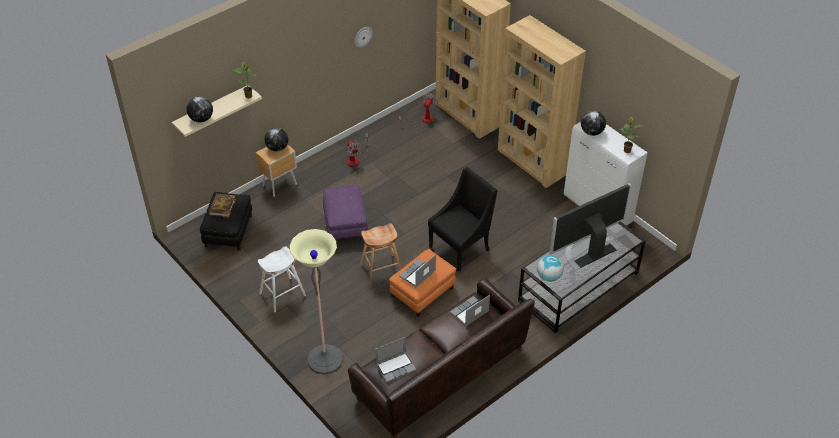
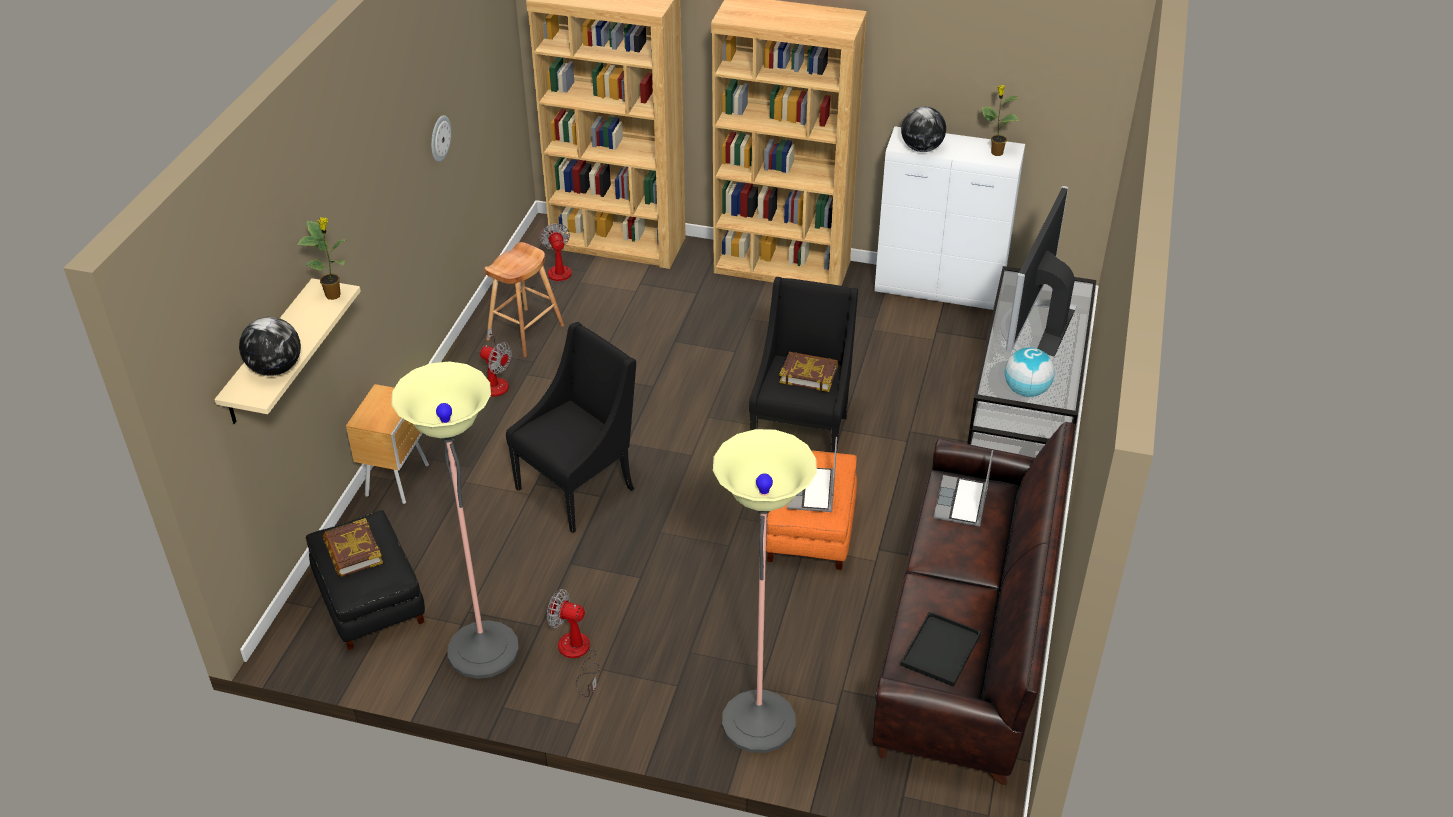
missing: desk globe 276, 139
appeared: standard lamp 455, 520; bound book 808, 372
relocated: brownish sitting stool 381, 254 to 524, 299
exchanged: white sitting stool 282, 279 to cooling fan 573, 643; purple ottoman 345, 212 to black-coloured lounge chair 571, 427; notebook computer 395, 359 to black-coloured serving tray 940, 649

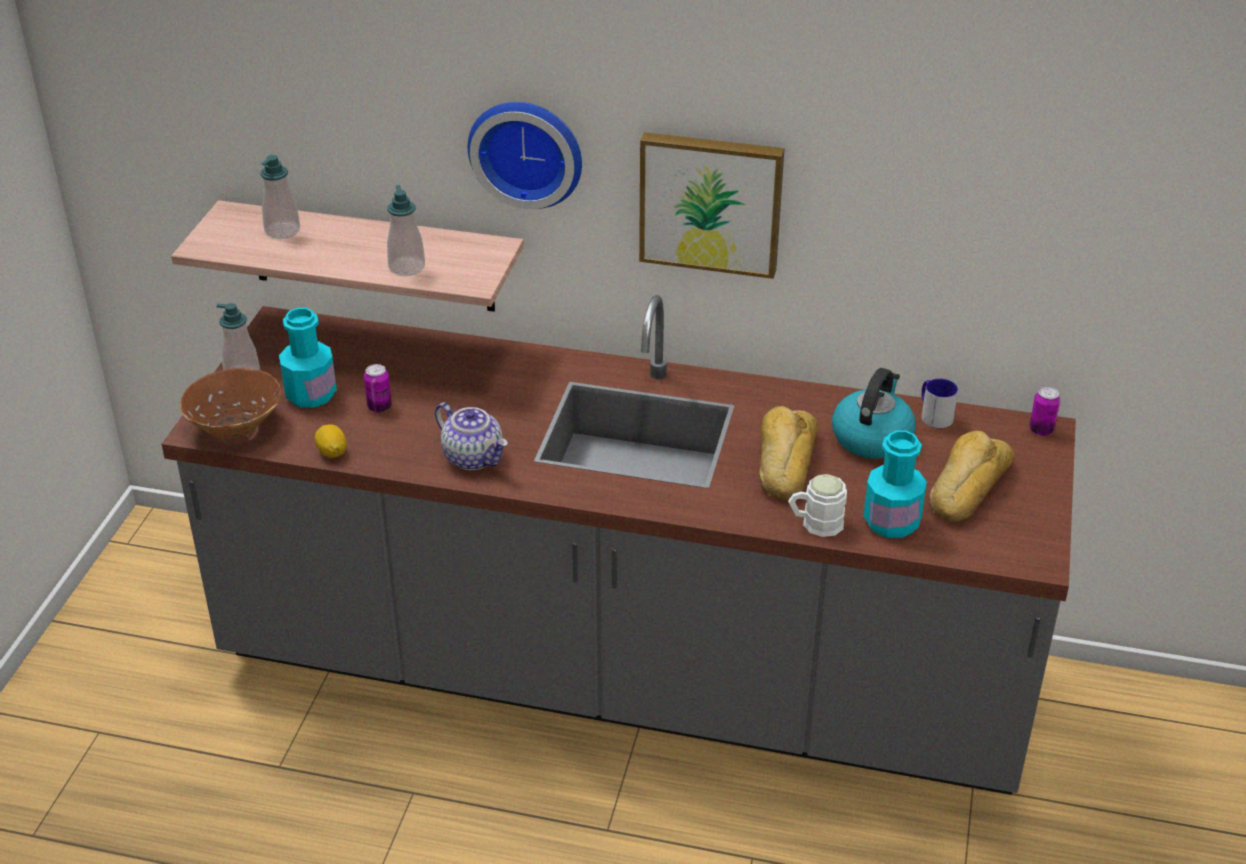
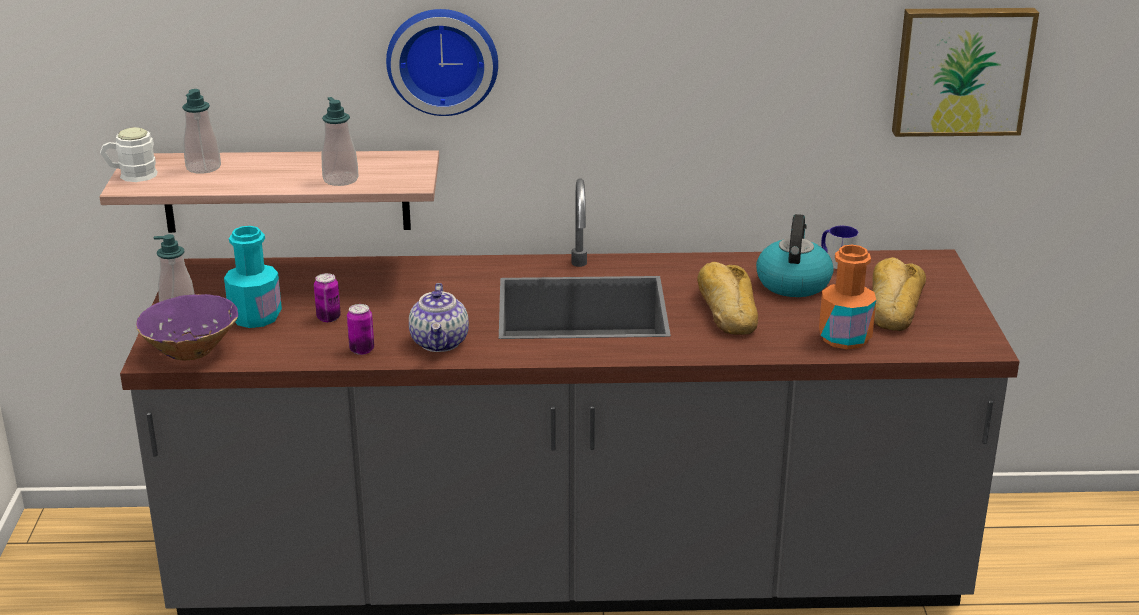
missing: citrus fruit 331, 441
relocated: wall art 712, 205 to 965, 72; white mug 817, 505 to 129, 154; sealed can 1044, 411 to 360, 329
colour: brownish bowl 230, 403 to purple bowl 187, 327; blue-green beverage bottle 895, 484 to orangey beverage bottle 847, 297
spun: pot for tea 471, 436 = 439, 317 60 degrees clockwise

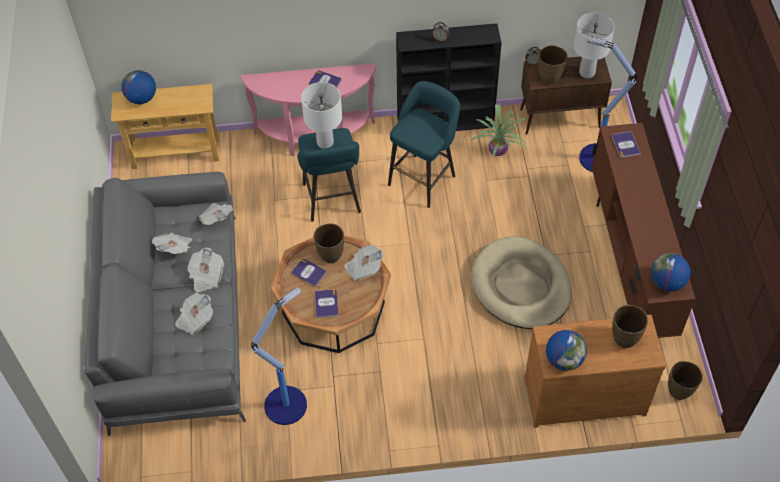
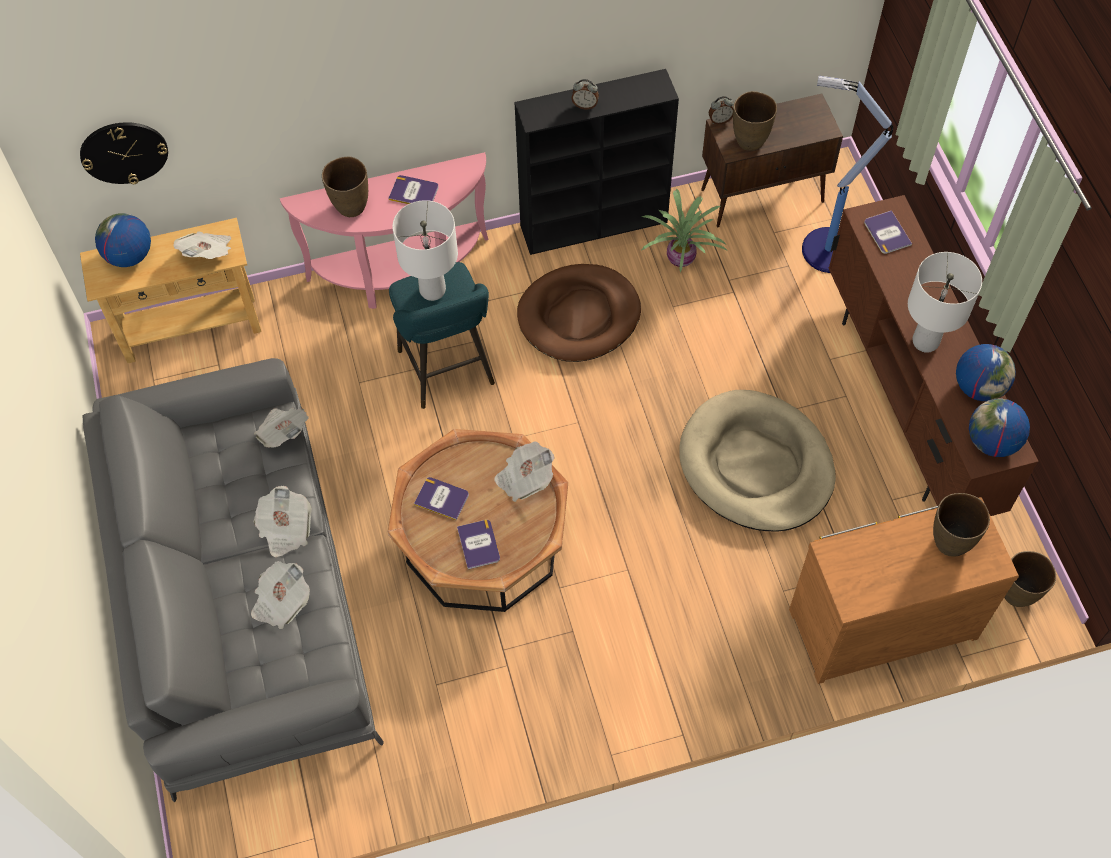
missing: standard lamp 279, 356
appeared: clock on the wall 124, 153
relocated: newspaper 172, 243 to 202, 245; brownish flower vase 329, 243 to 345, 187; desk globe 566, 350 to 986, 372; white lamp for a table 594, 45 to 945, 302
exchanged: blue-green sitting stool 424, 144 to brownish dog bed 579, 313

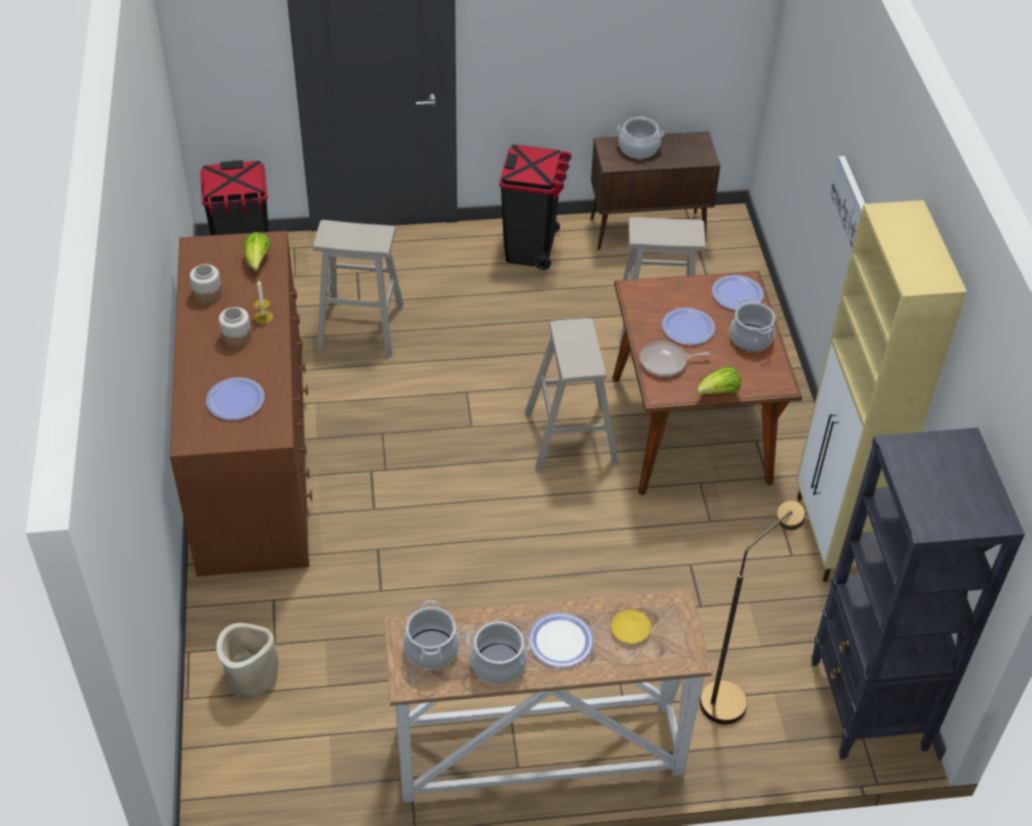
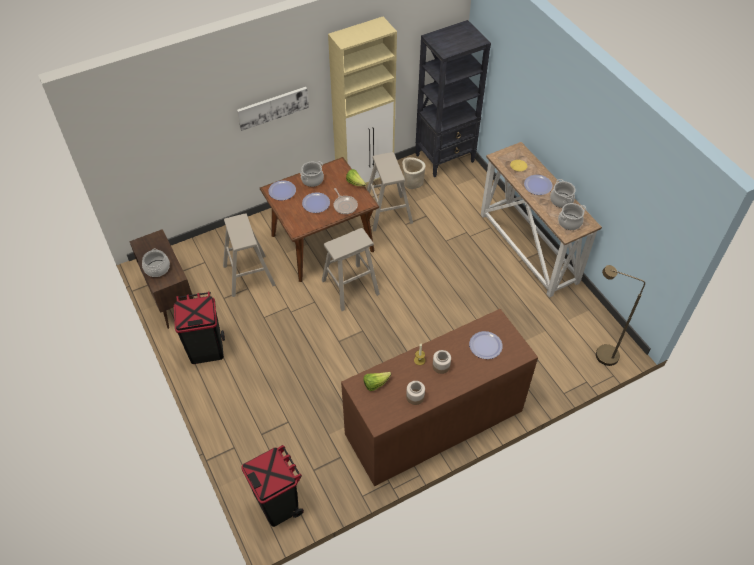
relocated: beige plant pot 247, 660 to 413, 173; beige sitting stool 358, 289 to 390, 192; brownish standard lamp 752, 612 to 620, 315

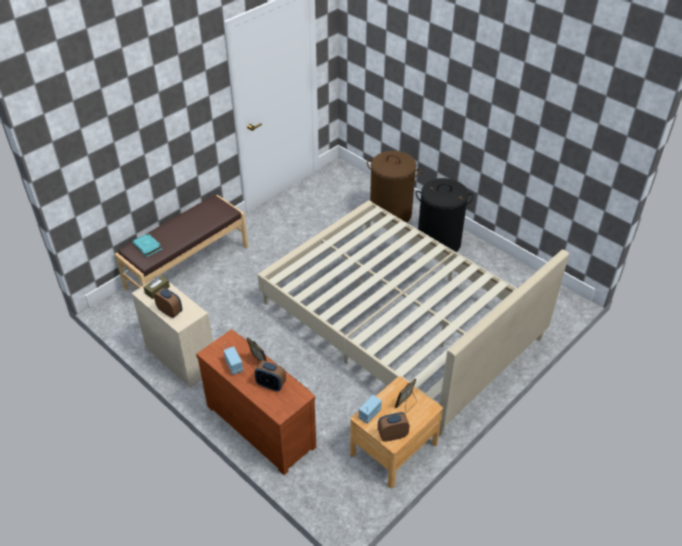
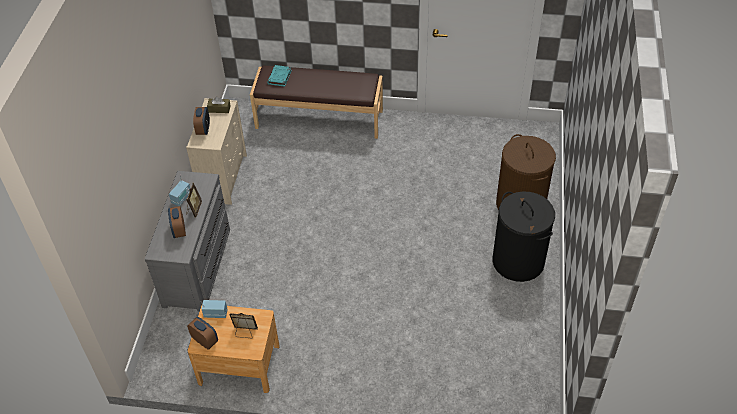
missing: beige sleeping bed 413, 318
colour: brownish drawer chest 256, 402 to greyish drawer chest 187, 241

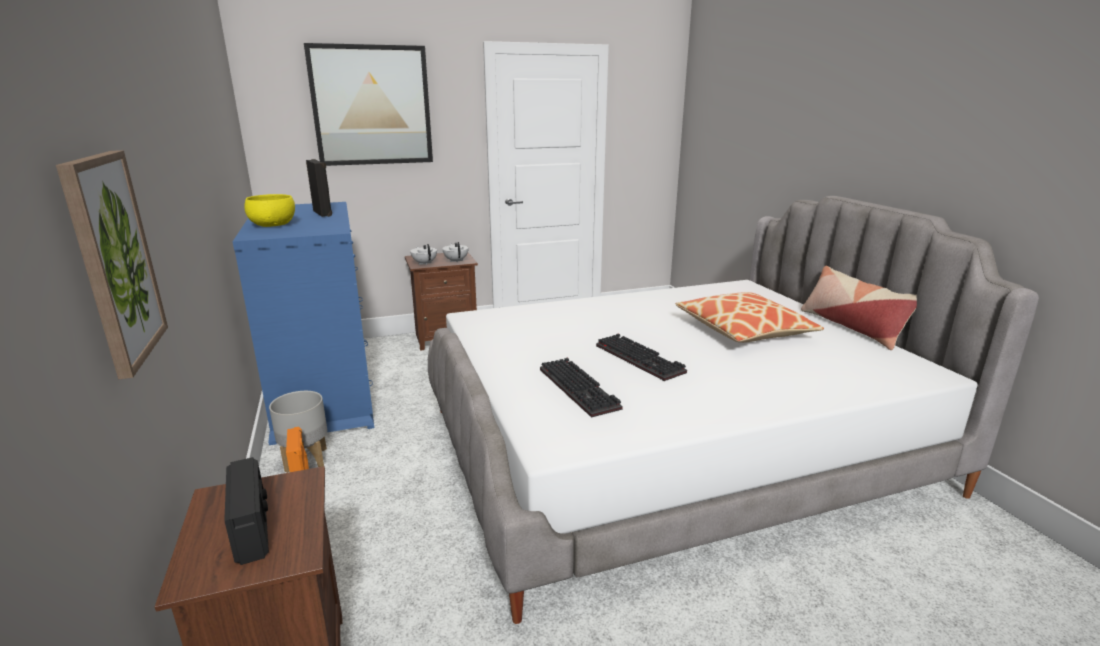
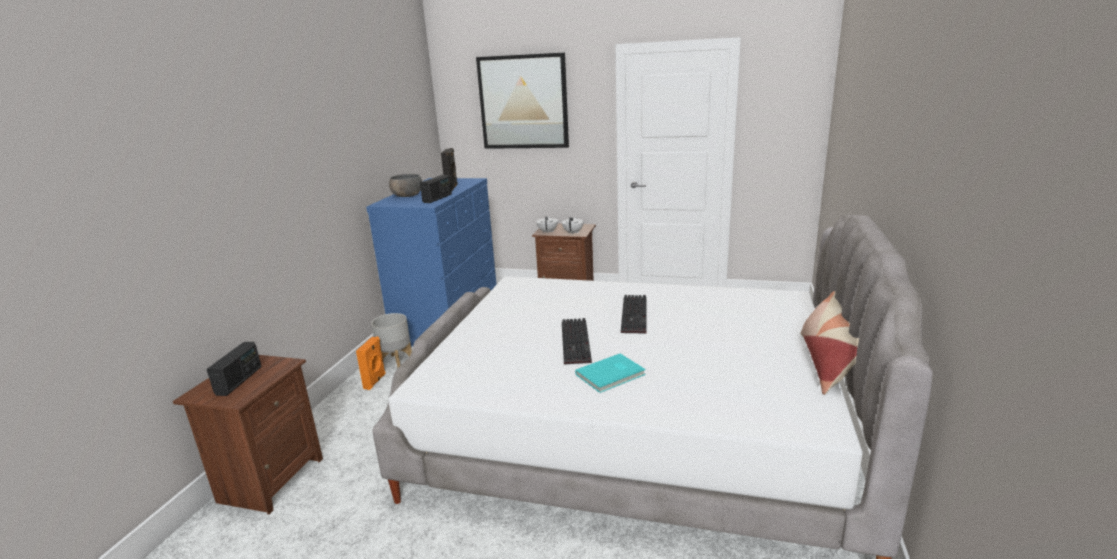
missing: wall art 112, 264; cushion 749, 317
appeared: radio receiver 436, 189; blue-green bound book 610, 373
relocated: PC keyboard 581, 388 to 633, 314
colour: yellowish bowl 269, 210 to greyish bowl 405, 185

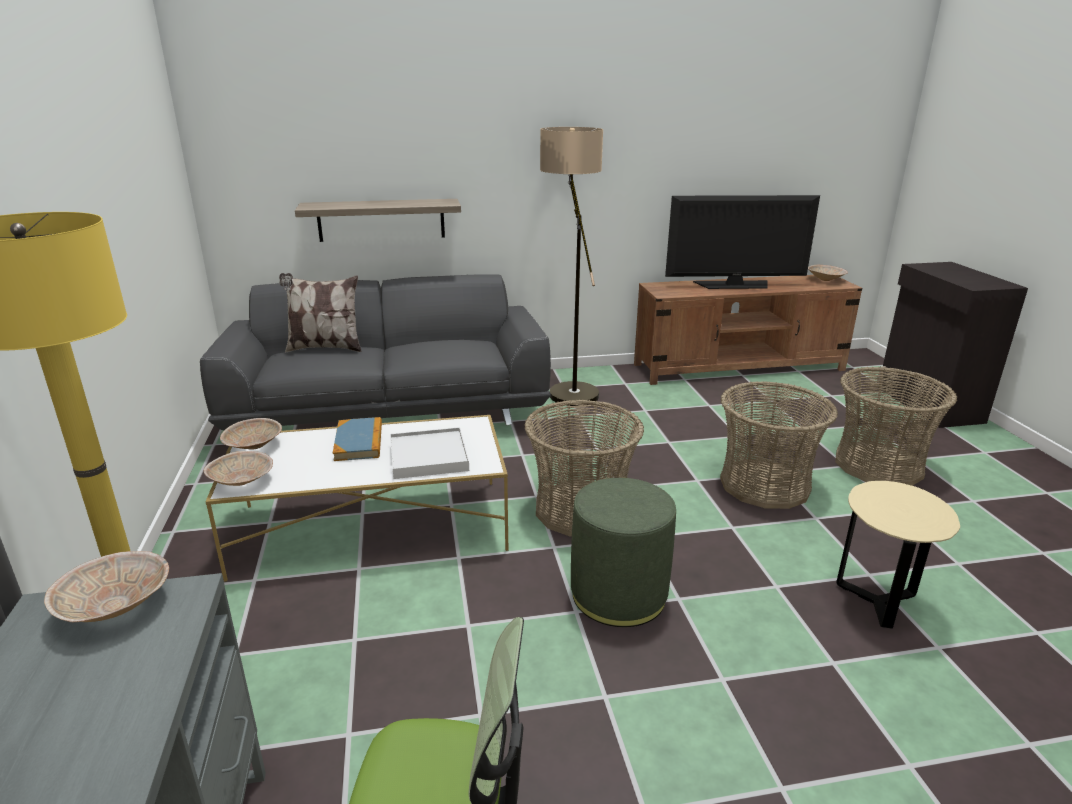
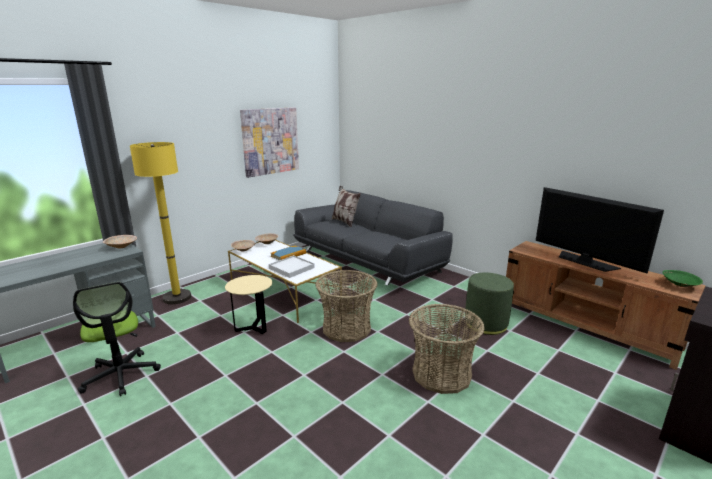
missing: bracket shelf 378, 220; standard lamp 571, 266; household basket 896, 426
appeared: wall art 269, 142
relocated: green-coloured ottoman 623, 552 to 489, 304; beige end table 898, 555 to 248, 304
colour: beige bowl 828, 273 to green-coloured bowl 683, 278

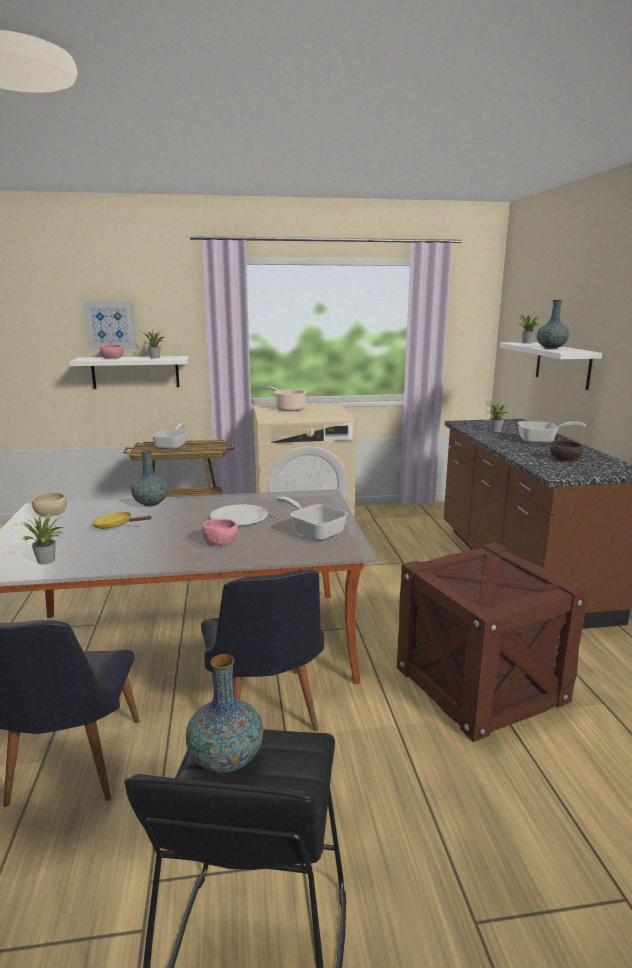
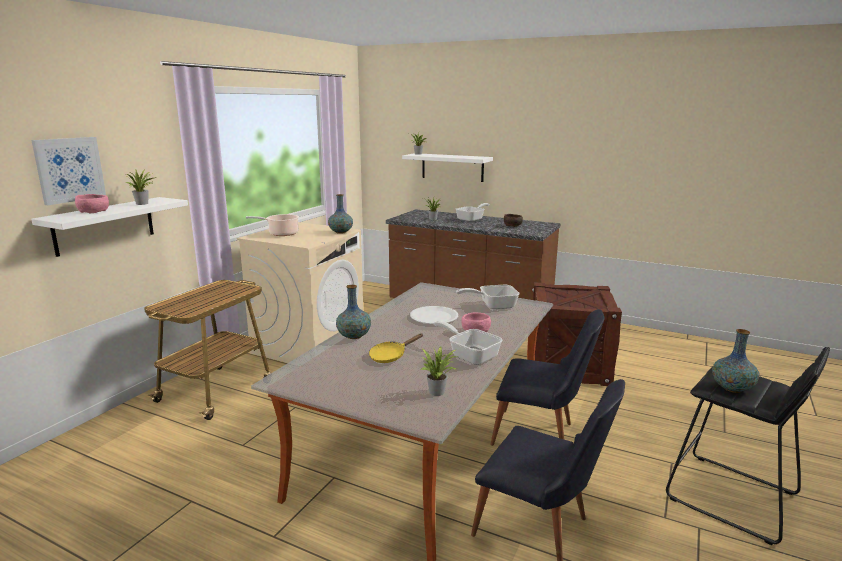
missing: beige bowl 49, 504
relocated: pan 169, 436 to 468, 343; flower vase 553, 324 to 340, 214

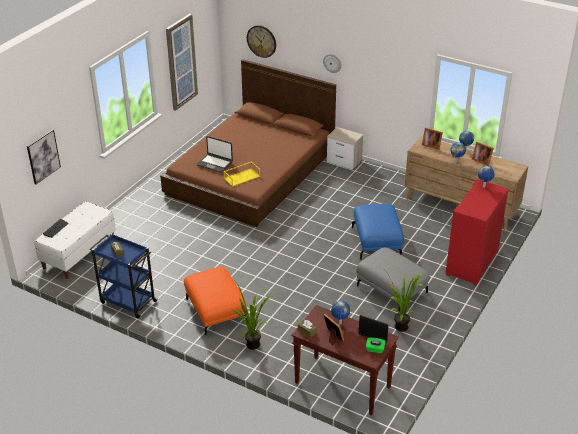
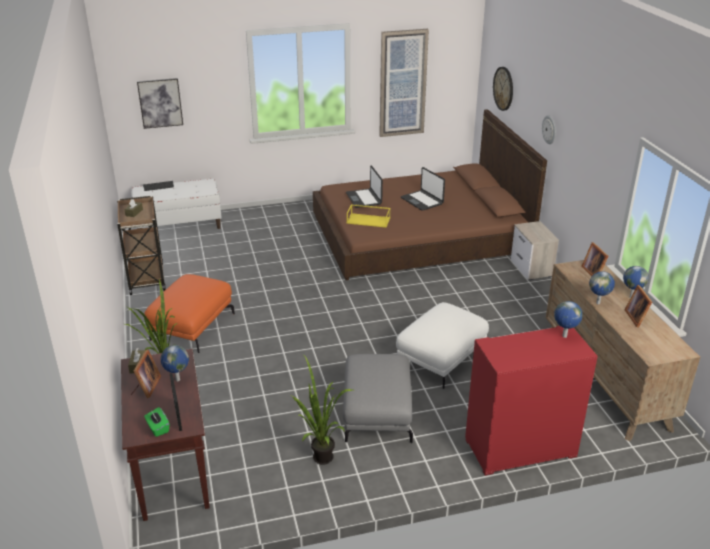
appeared: notebook computer 423, 189
colour: blue-coloured cart 124, 276 to brownish cart 141, 245; blue-coloured ottoman 378, 232 to white ottoman 442, 345

